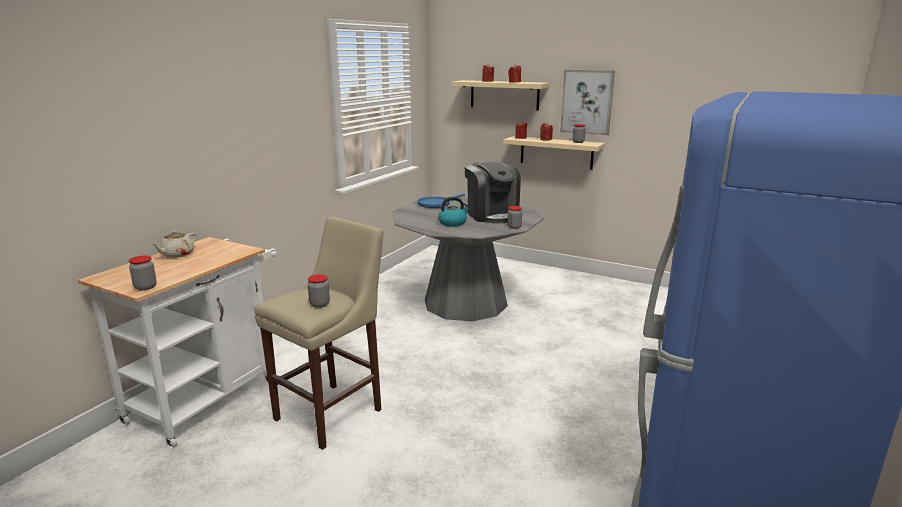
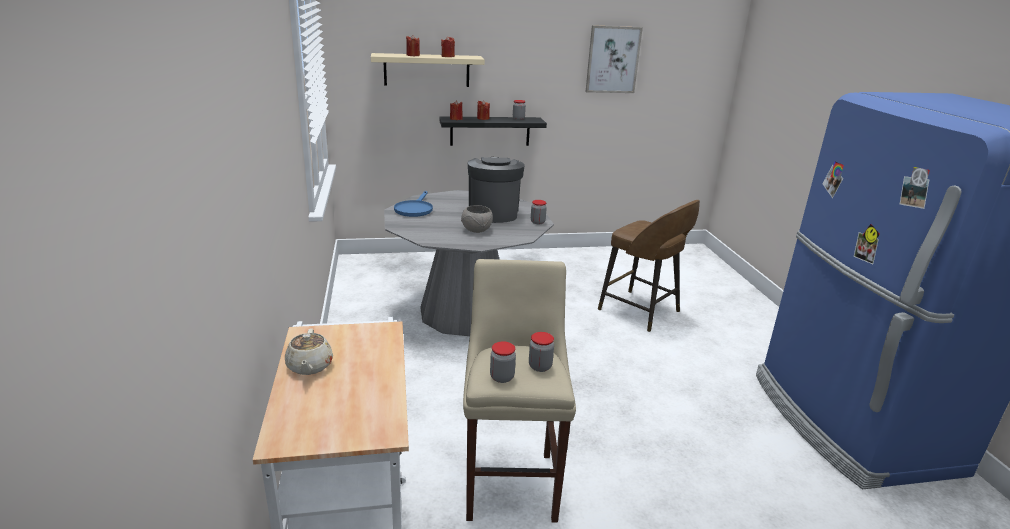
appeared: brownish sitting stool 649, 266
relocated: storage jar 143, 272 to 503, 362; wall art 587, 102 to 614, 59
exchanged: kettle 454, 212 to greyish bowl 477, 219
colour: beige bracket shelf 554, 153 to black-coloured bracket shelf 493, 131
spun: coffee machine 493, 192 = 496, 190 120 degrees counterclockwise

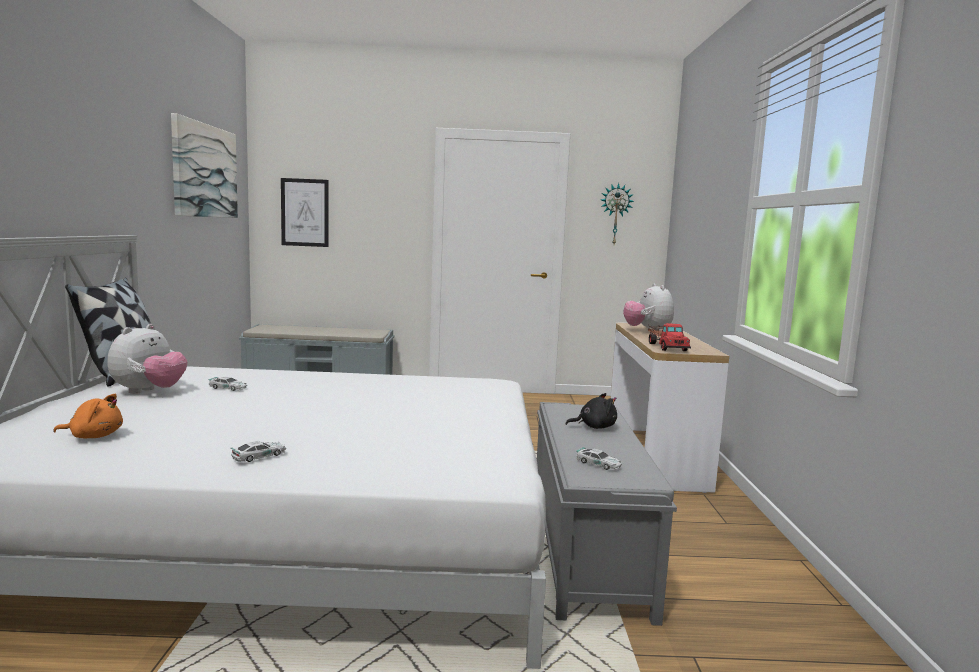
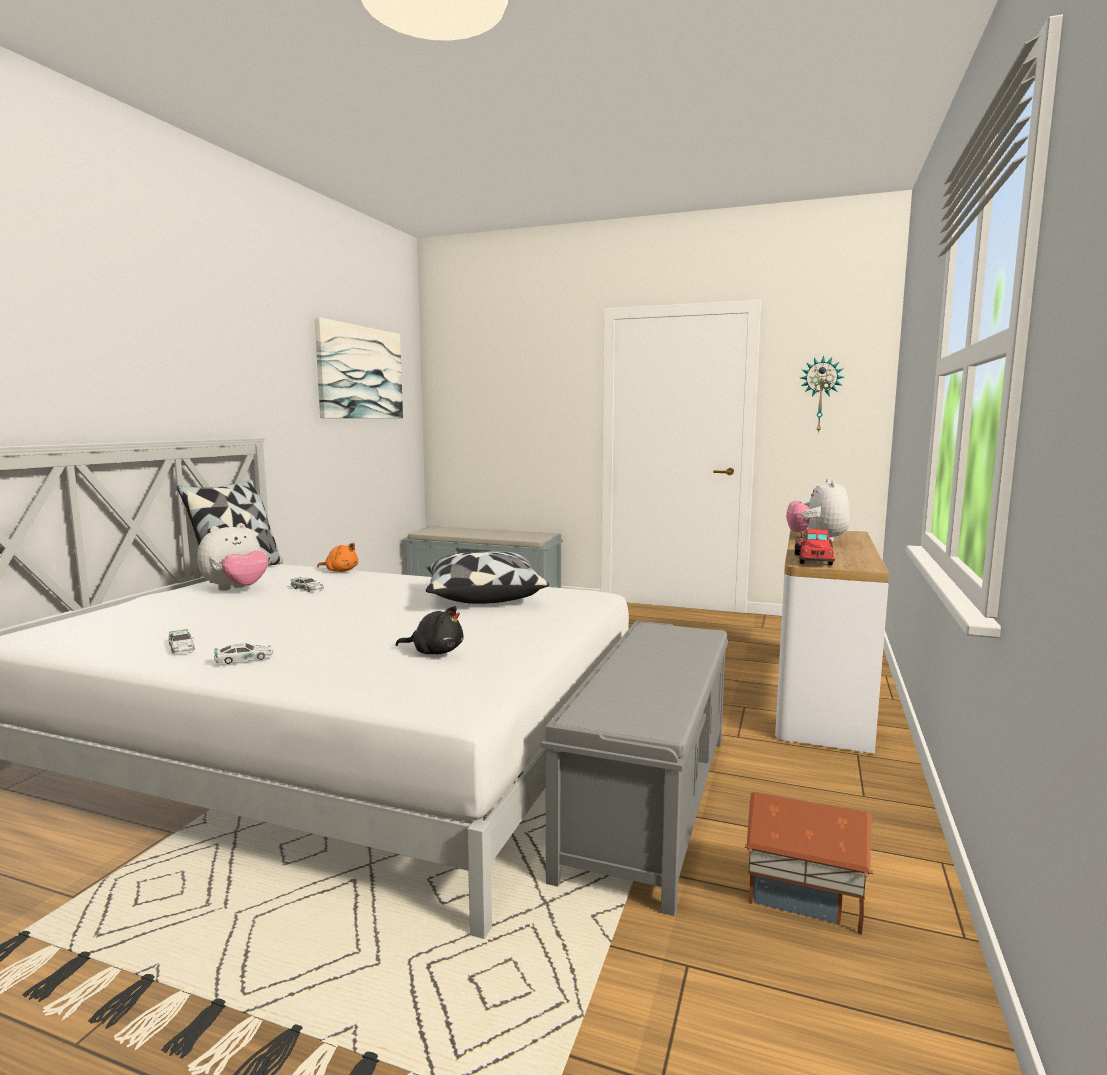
missing: wall art 305, 212
appeared: cushion 487, 577; toy house 808, 863
relocated: orangey plush toy 88, 416 to 337, 557; black-coloured plush toy 591, 411 to 430, 630; miniature car 599, 458 to 181, 641

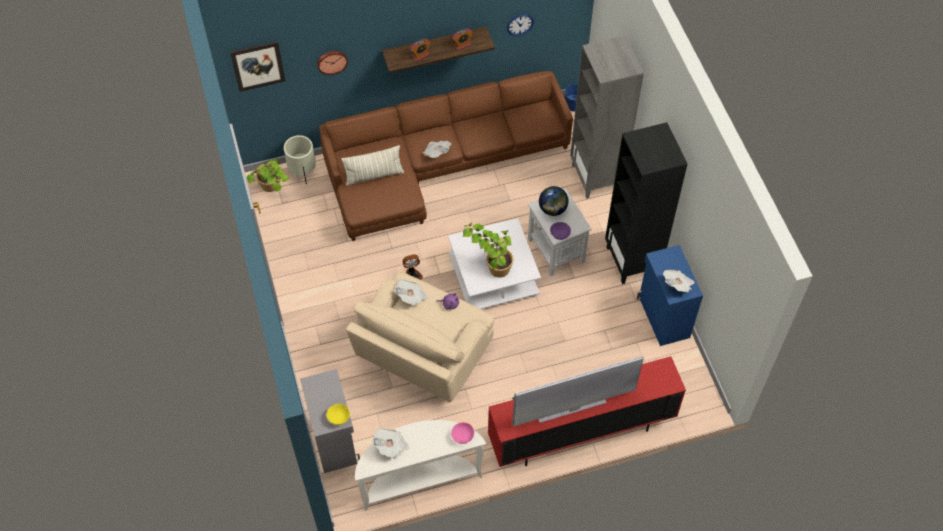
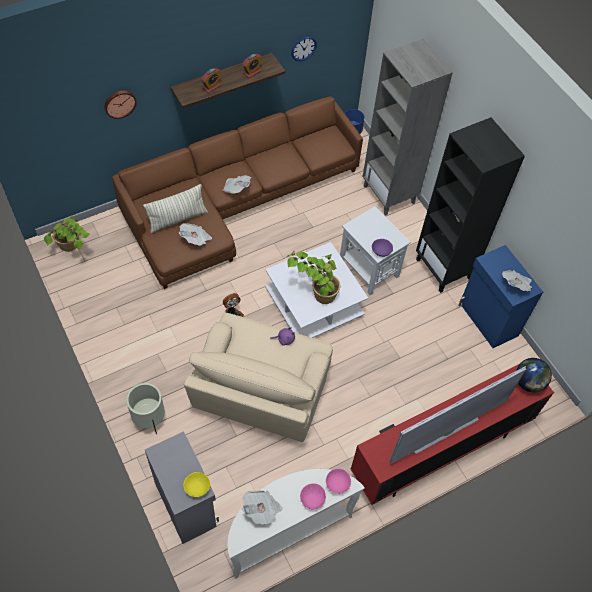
missing: wall art 257, 66
appeared: pinkish bowl 313, 496
relocated: beige plant pot 300, 159 to 145, 408; newspaper 411, 292 to 195, 234; desk globe 554, 201 to 534, 375

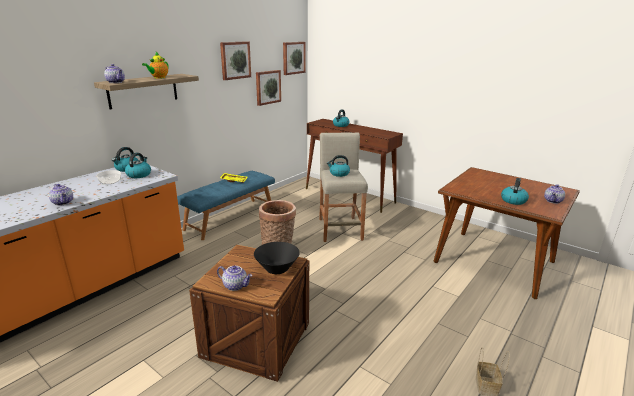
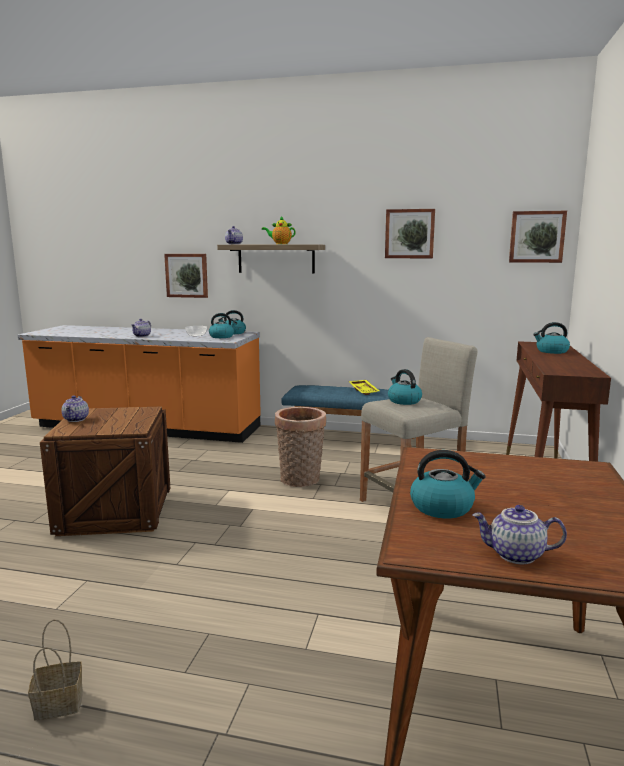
missing: black-coloured bowl 277, 258
relocated: wall art 268, 88 to 186, 276

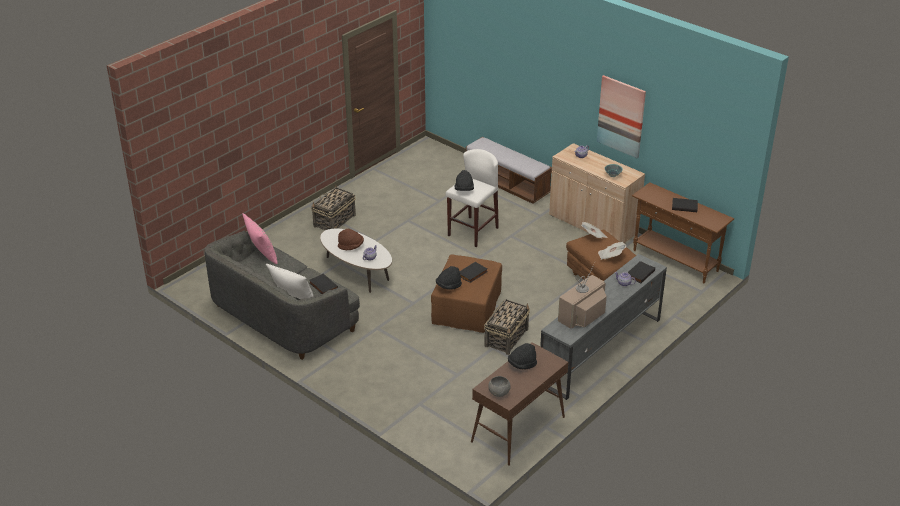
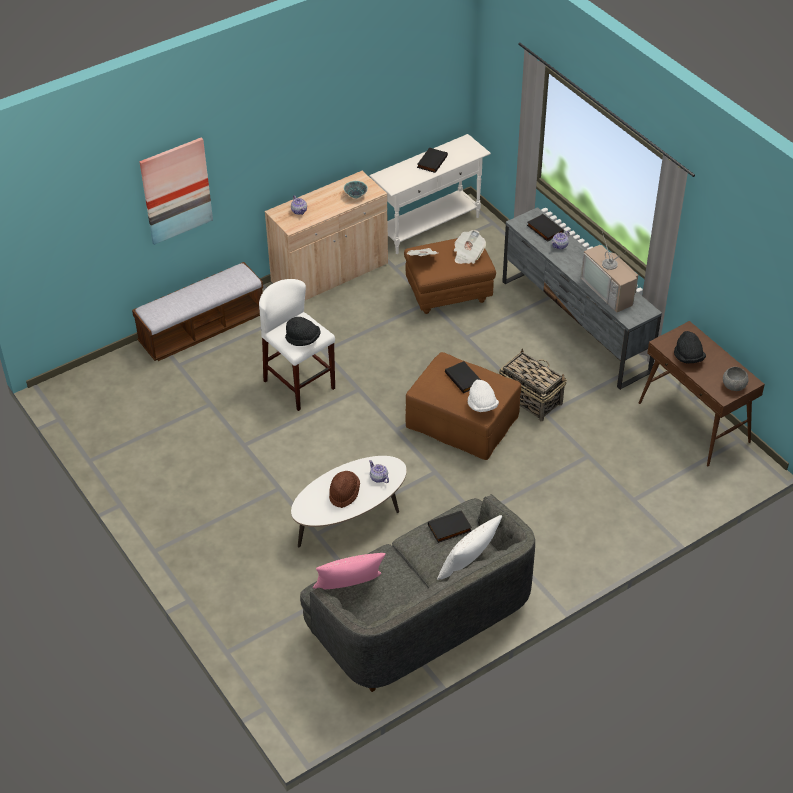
missing: household basket 333, 207
relocated: wall art 621, 116 to 176, 191
colour: black-coloured clothing hat 449, 278 to white clothing hat 483, 395; brownish narrow table 683, 232 to white narrow table 430, 194

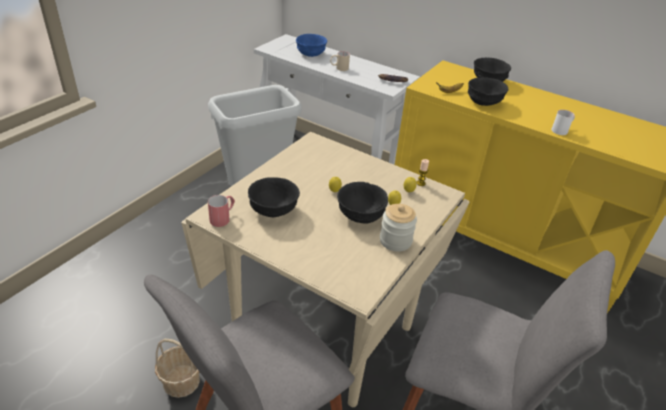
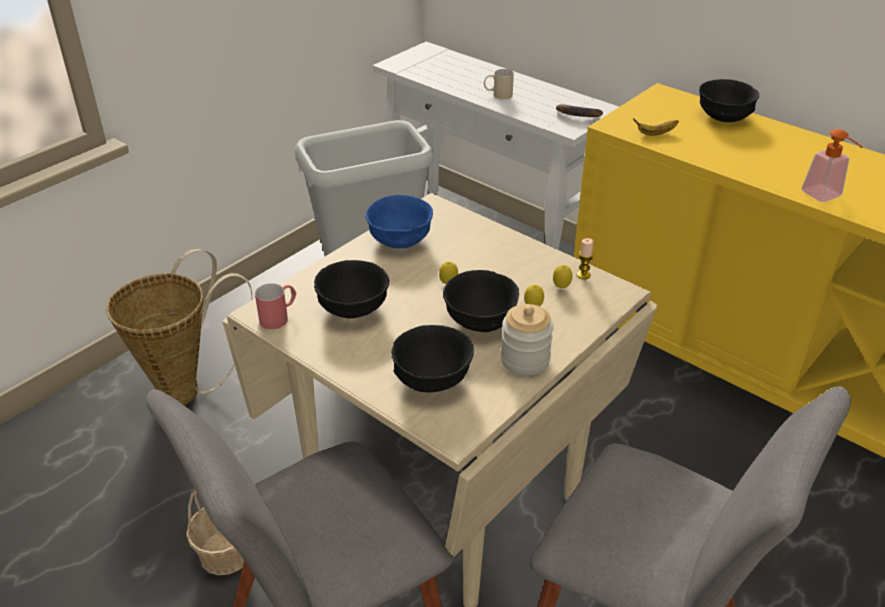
appeared: household basket 179, 327
relocated: blue-coloured bowl 311, 45 to 399, 221; black-coloured bowl 488, 91 to 432, 359
exchanged: white mug 563, 122 to soap bottle 832, 165

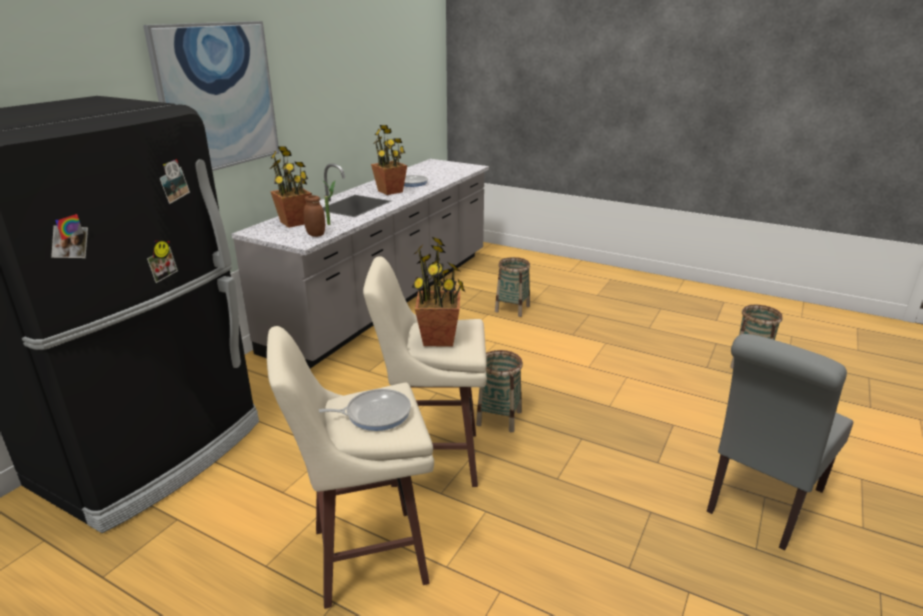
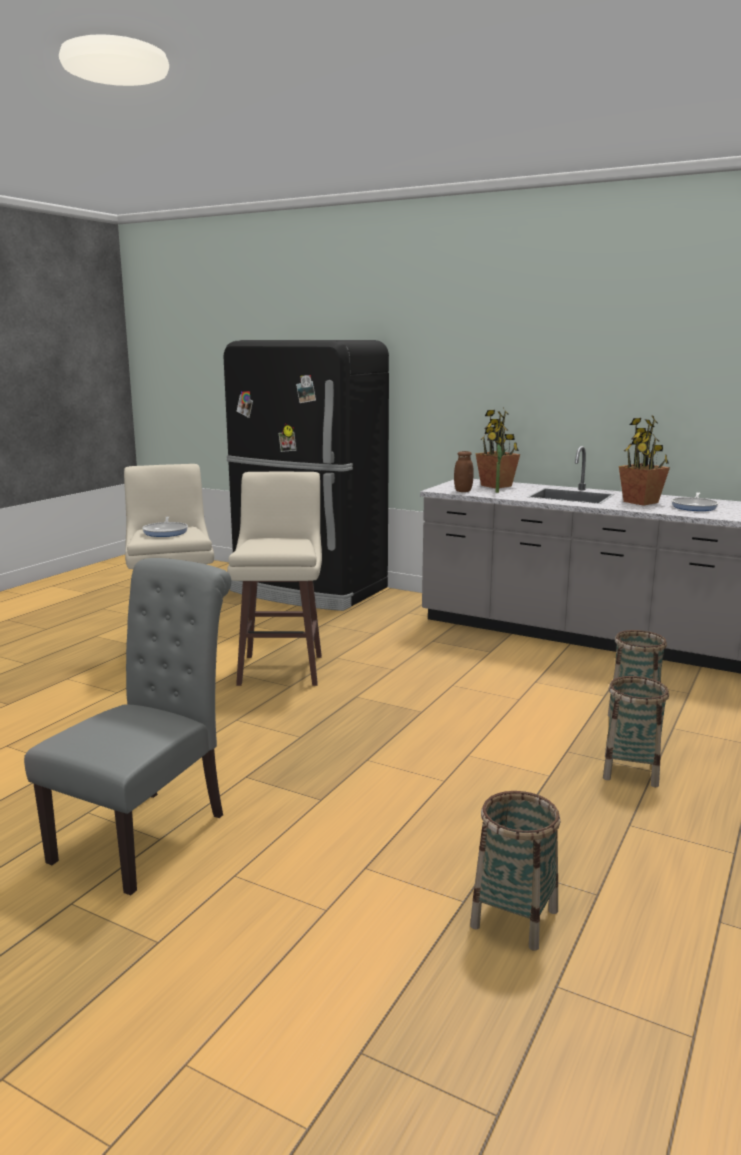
missing: wall art 211, 96; houseplant 438, 292
relocated: household basket 499, 391 to 636, 731
spun: greyish plain chair 780, 442 = 127, 727 75 degrees clockwise

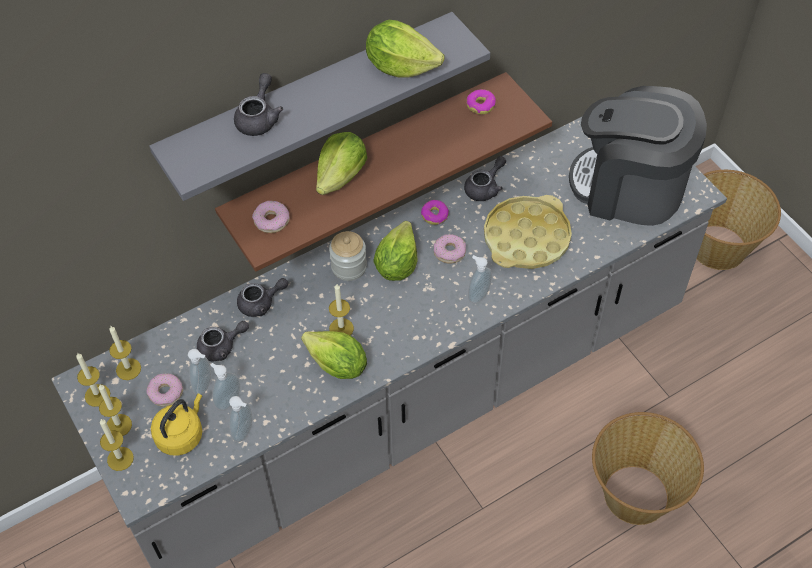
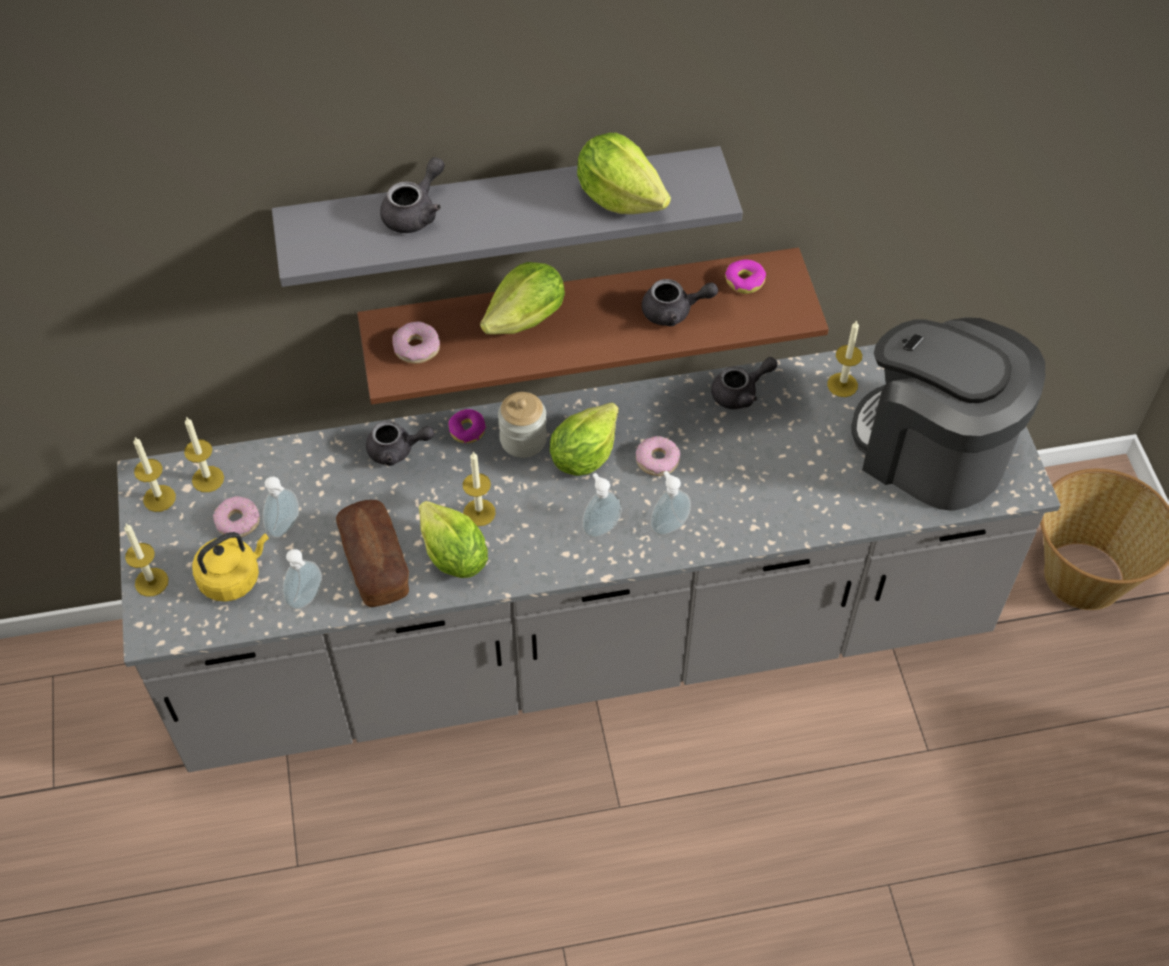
missing: yellowish serving tray 528, 232; household basket 648, 468
appeared: bakery bread 372, 553
relocated: wax candle 115, 410 to 844, 358; greyish pot for tea 223, 341 to 680, 302; soap bottle 225, 386 to 602, 505; donut 435, 212 to 467, 426

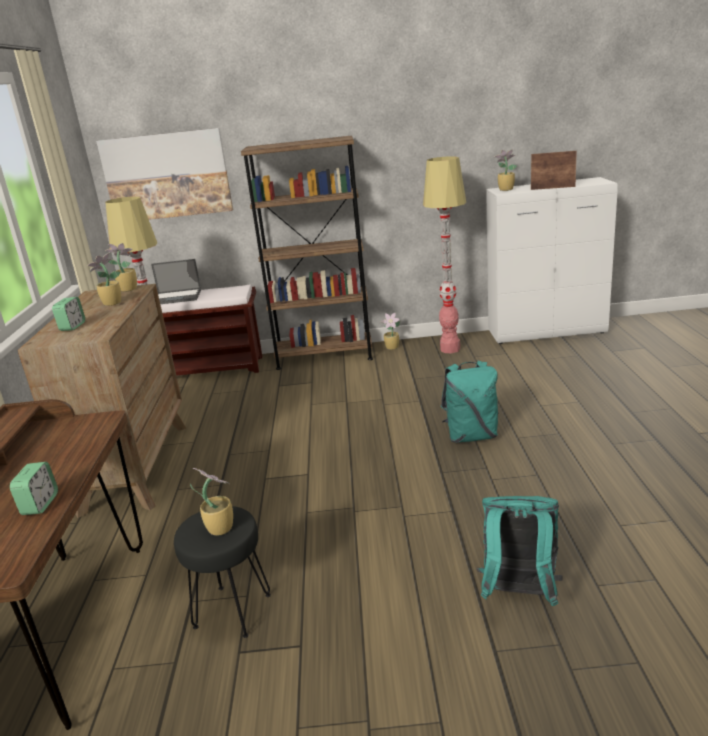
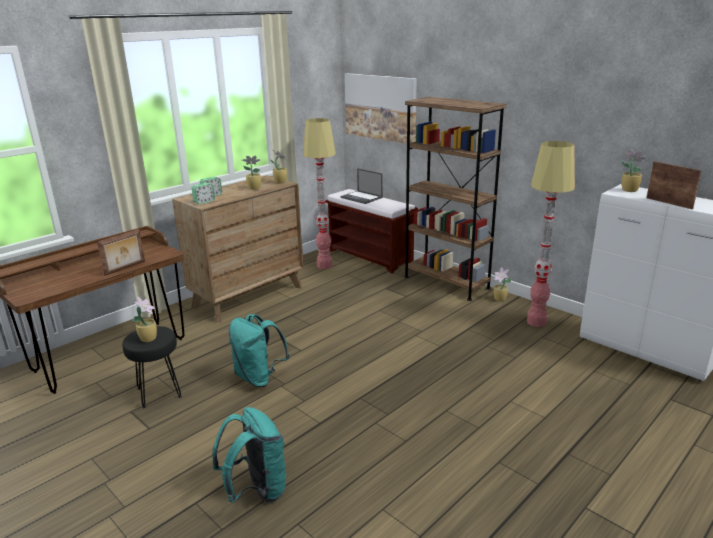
appeared: standing frame 121, 252
relocated: alarm clock 34, 488 to 203, 193; blue-green backpack 469, 402 to 259, 350

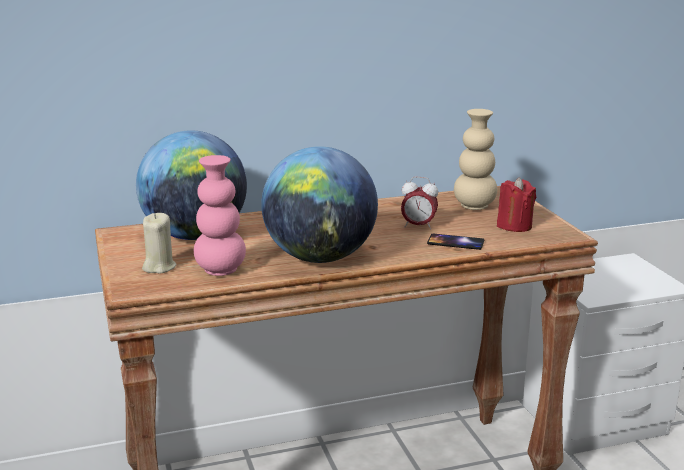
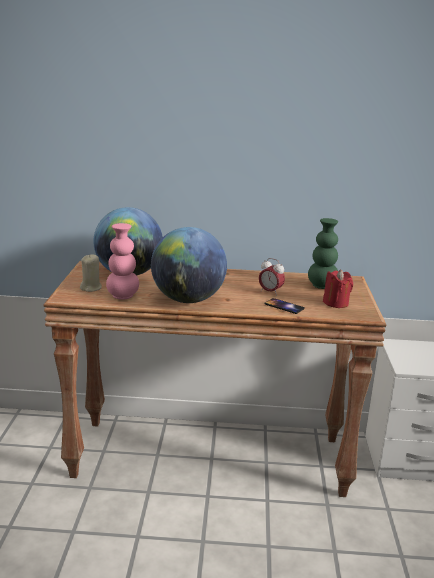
colour: beige flower vase 475, 159 to green-coloured flower vase 323, 253

